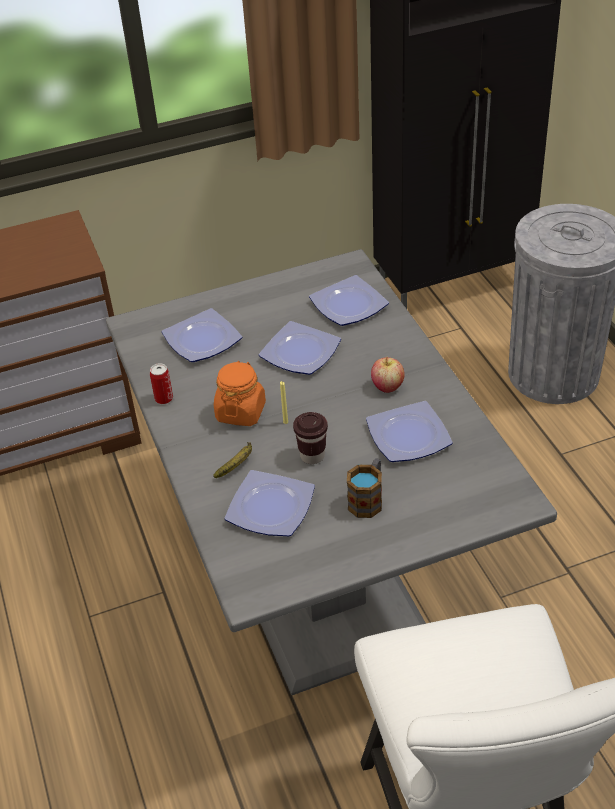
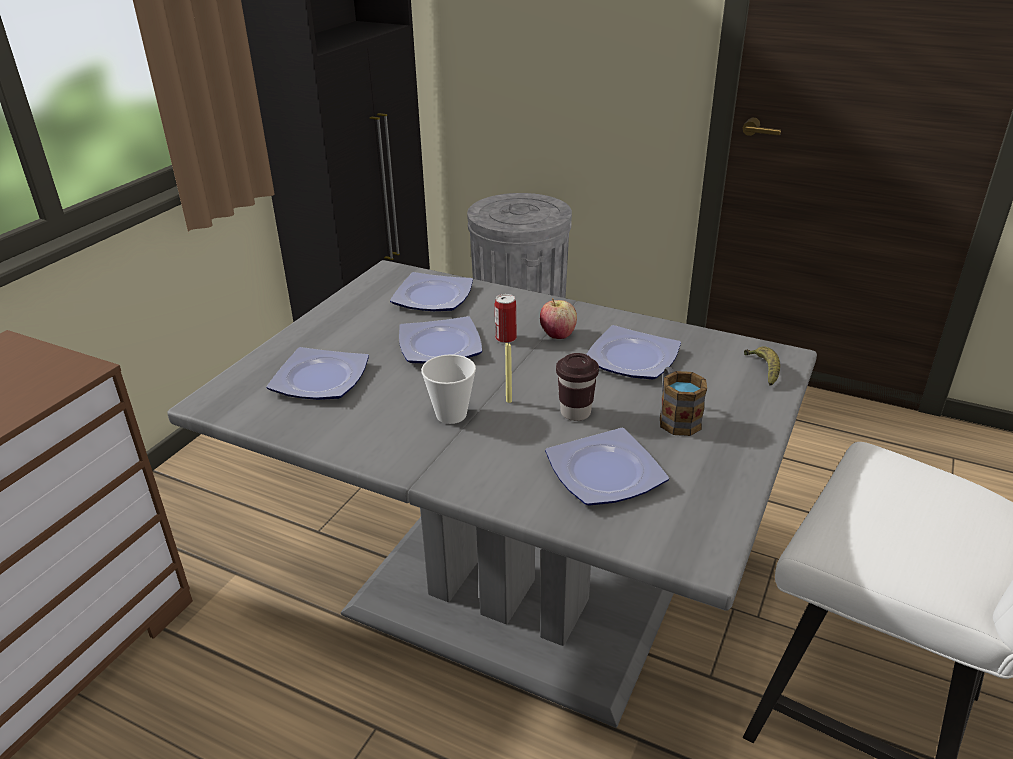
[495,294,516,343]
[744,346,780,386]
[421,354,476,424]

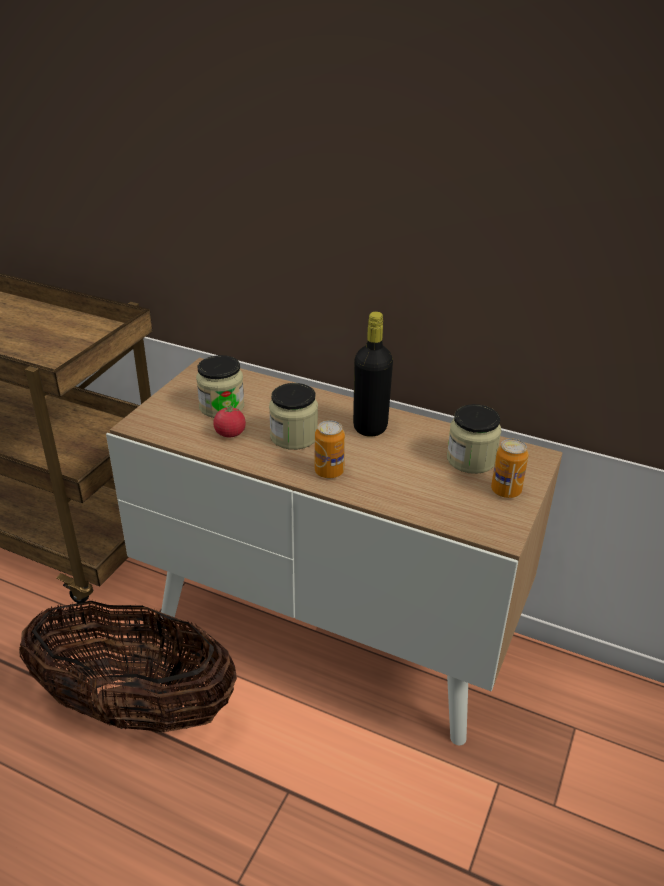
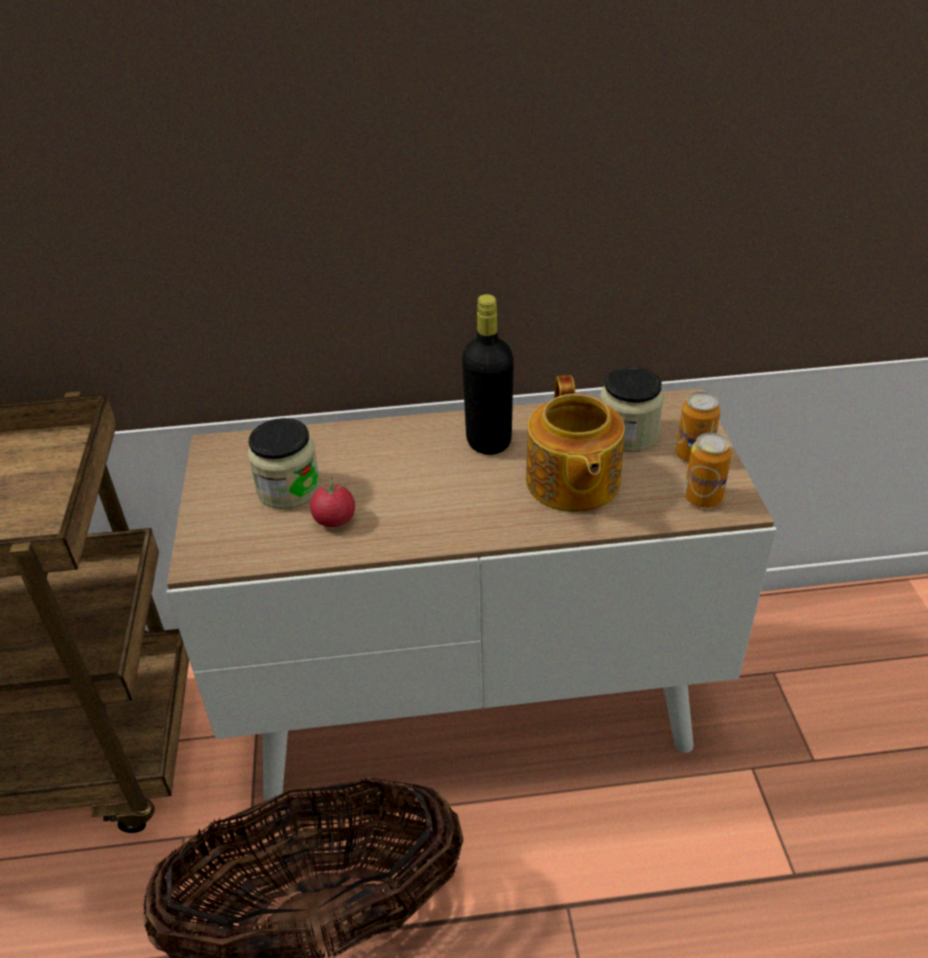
[269,383,318,450] (first image)
[684,433,732,508]
[526,375,625,512]

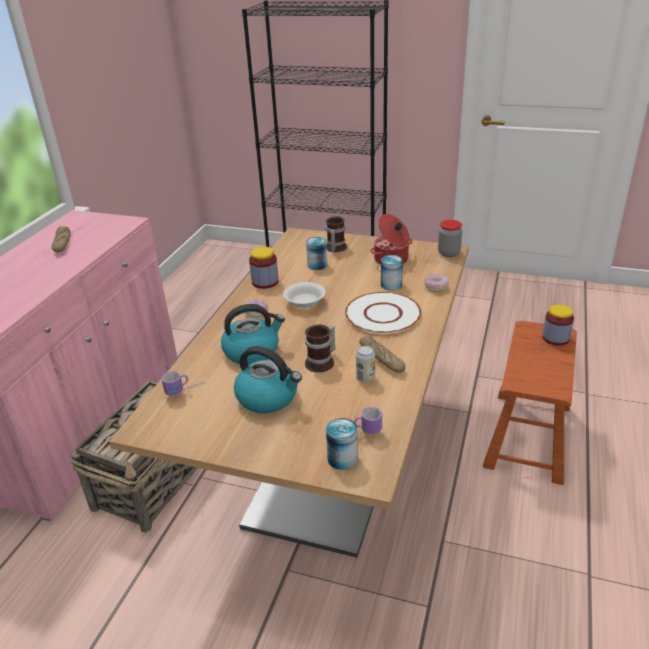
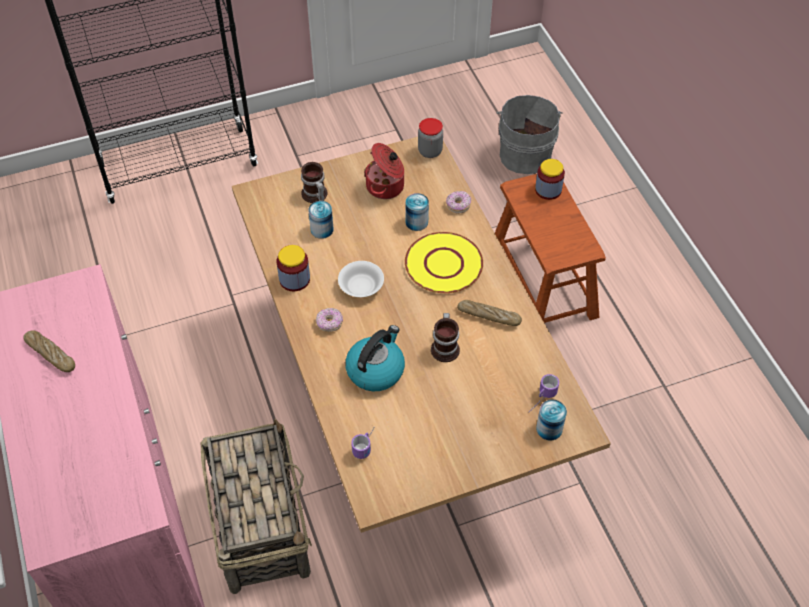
[234,346,302,413] (first image)
[405,232,483,293]
[356,346,375,383] (first image)
[497,95,563,174]

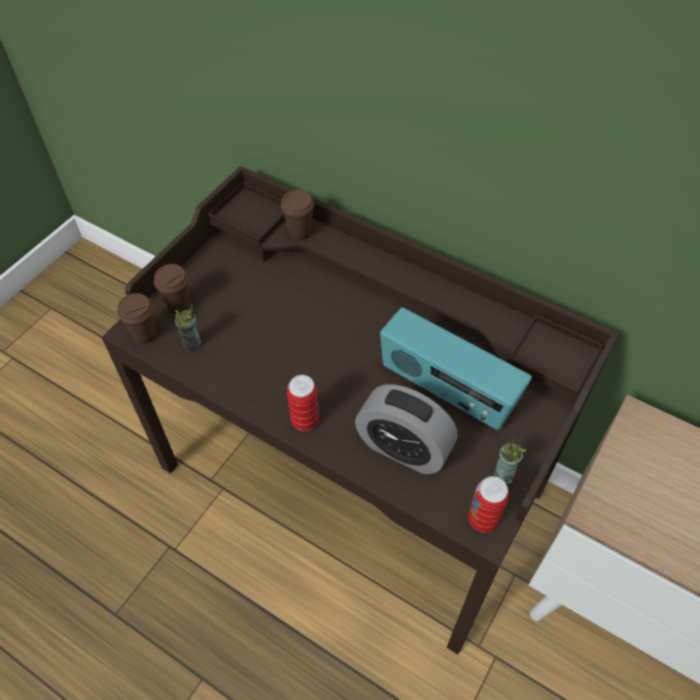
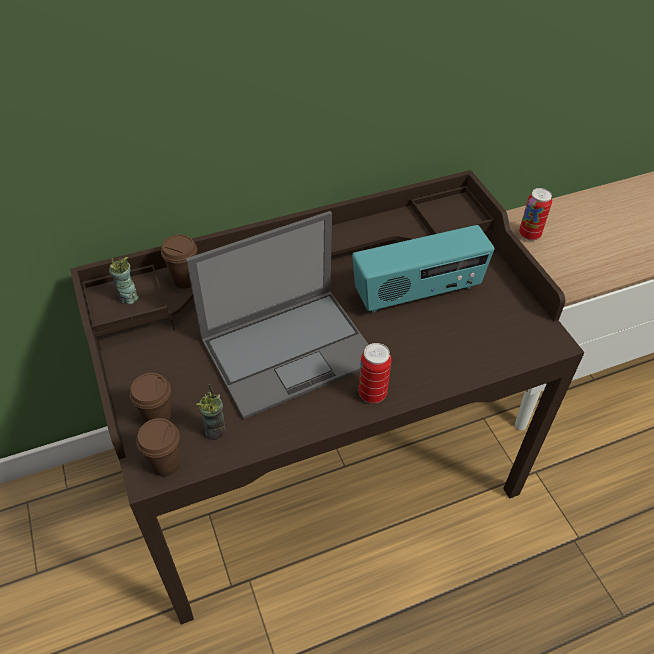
[355,384,458,474] (first image)
[519,188,552,241]
[109,257,139,304]
[186,211,369,419]

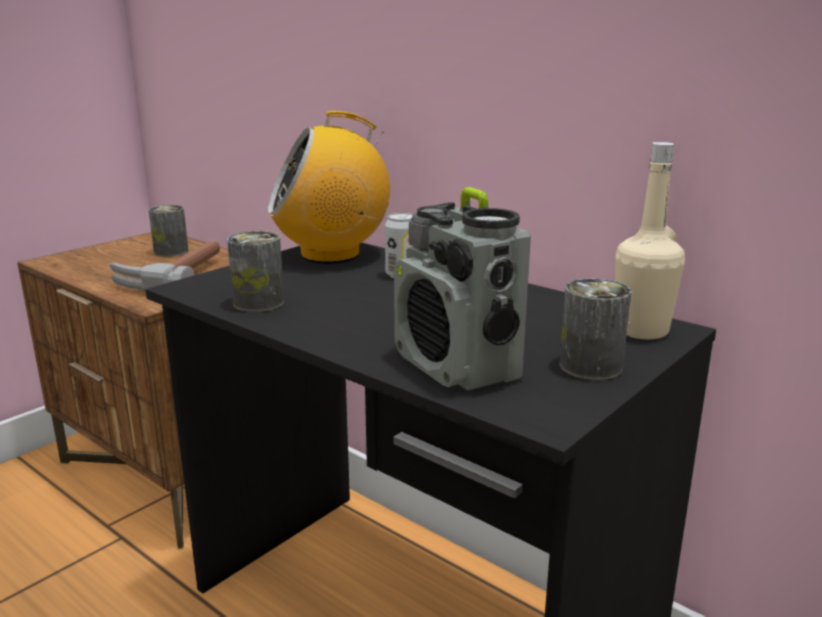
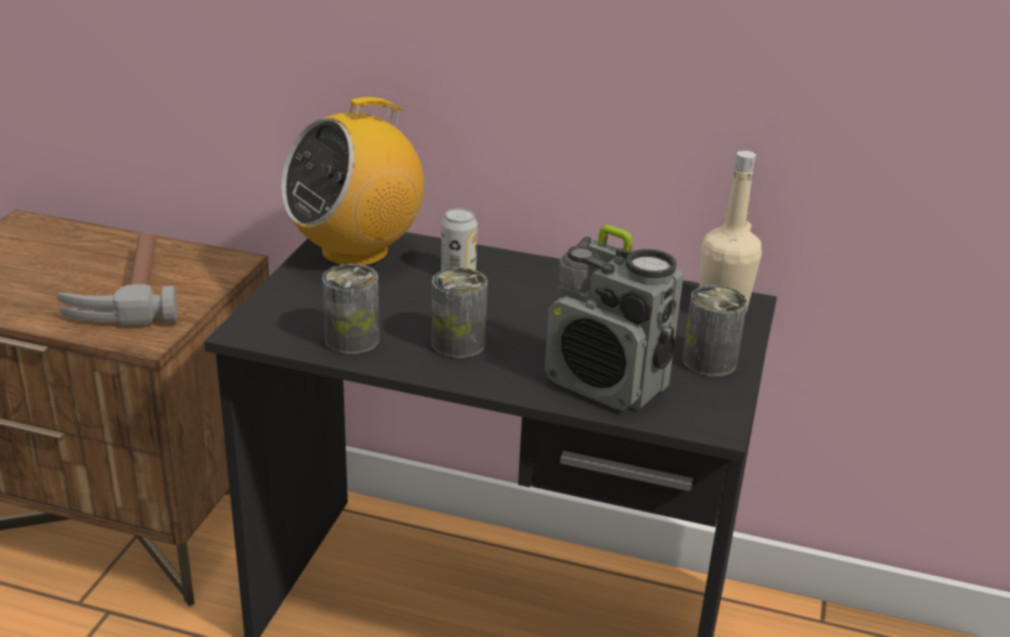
[432,268,488,358]

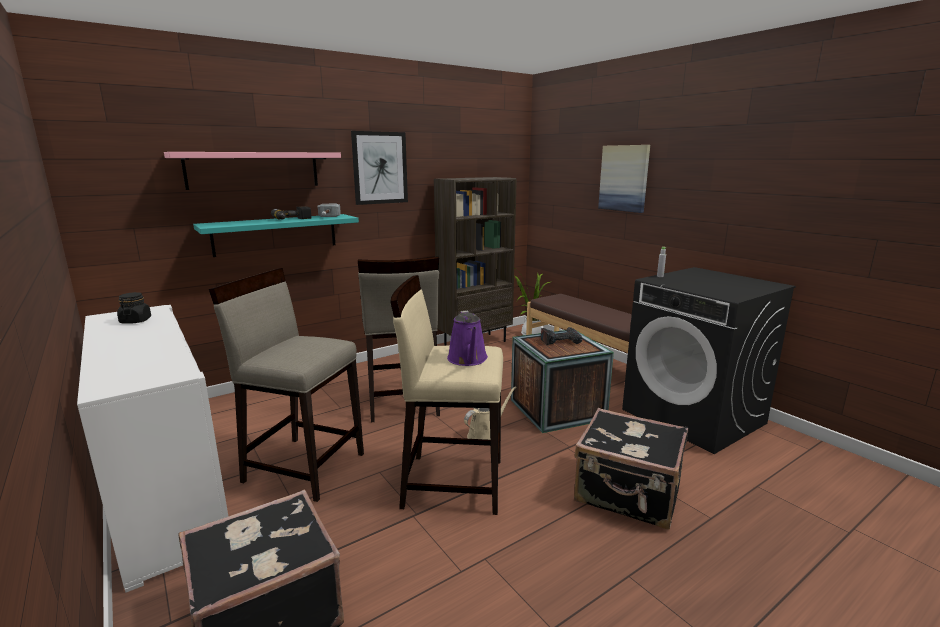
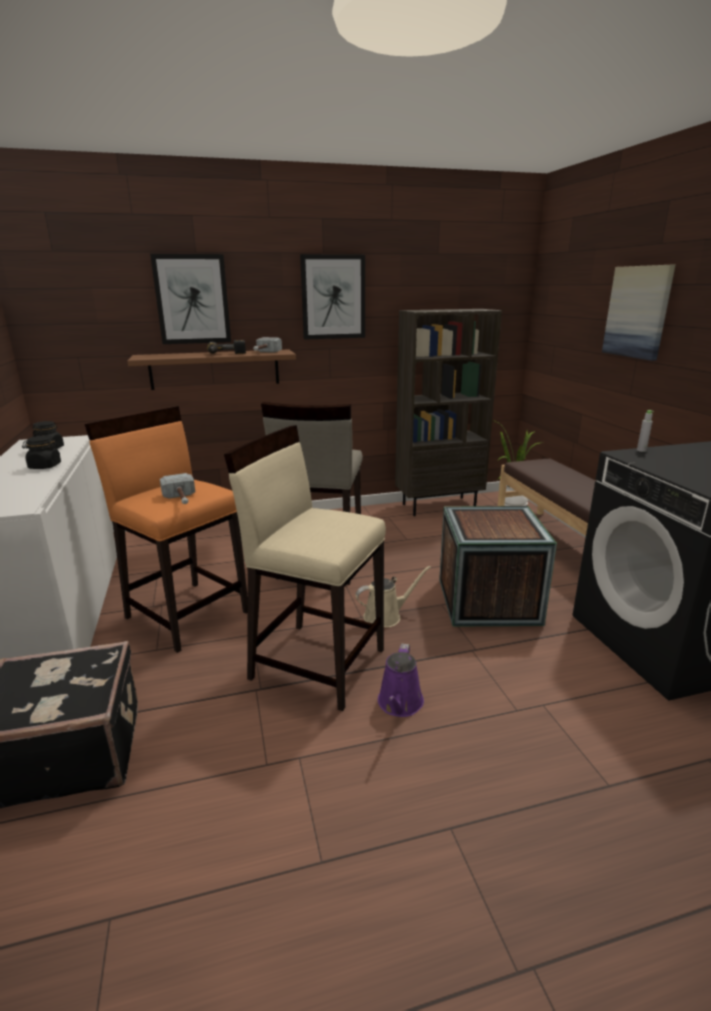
[150,254,231,344]
[127,349,296,390]
[85,406,248,653]
[378,644,424,717]
[541,327,582,345] (first image)
[574,408,688,530] (first image)
[22,436,61,469]
[160,473,195,504]

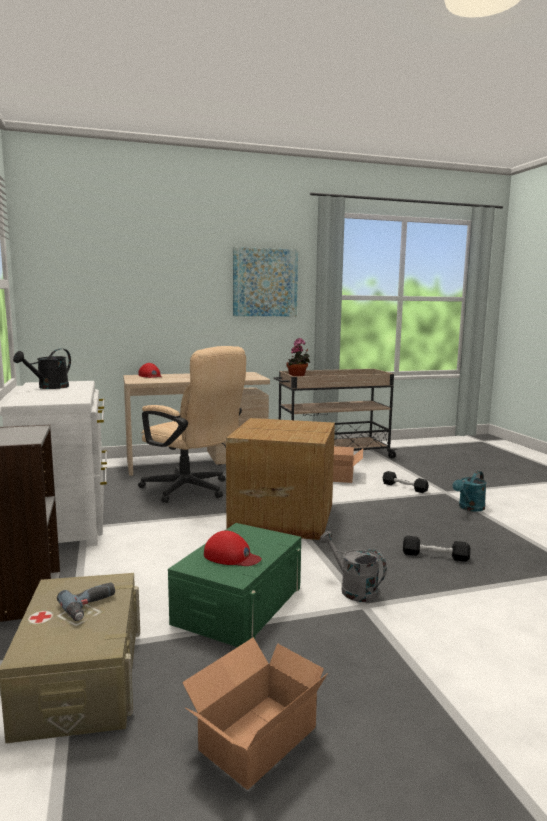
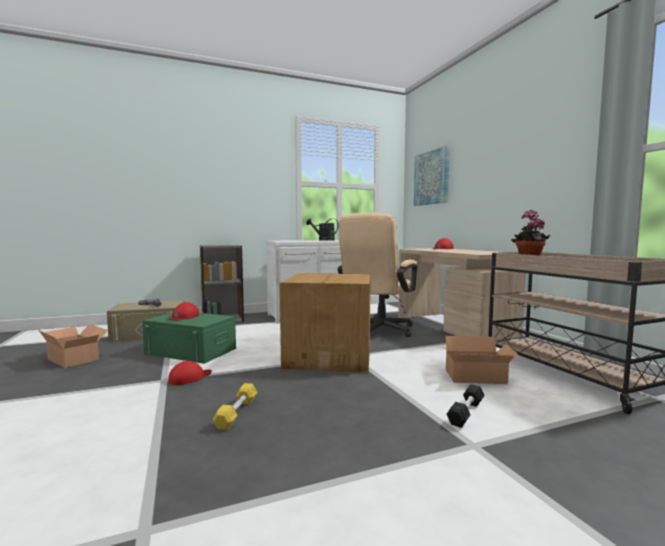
[414,145,450,206]
[168,361,212,385]
[213,383,257,430]
[453,471,487,511] (first image)

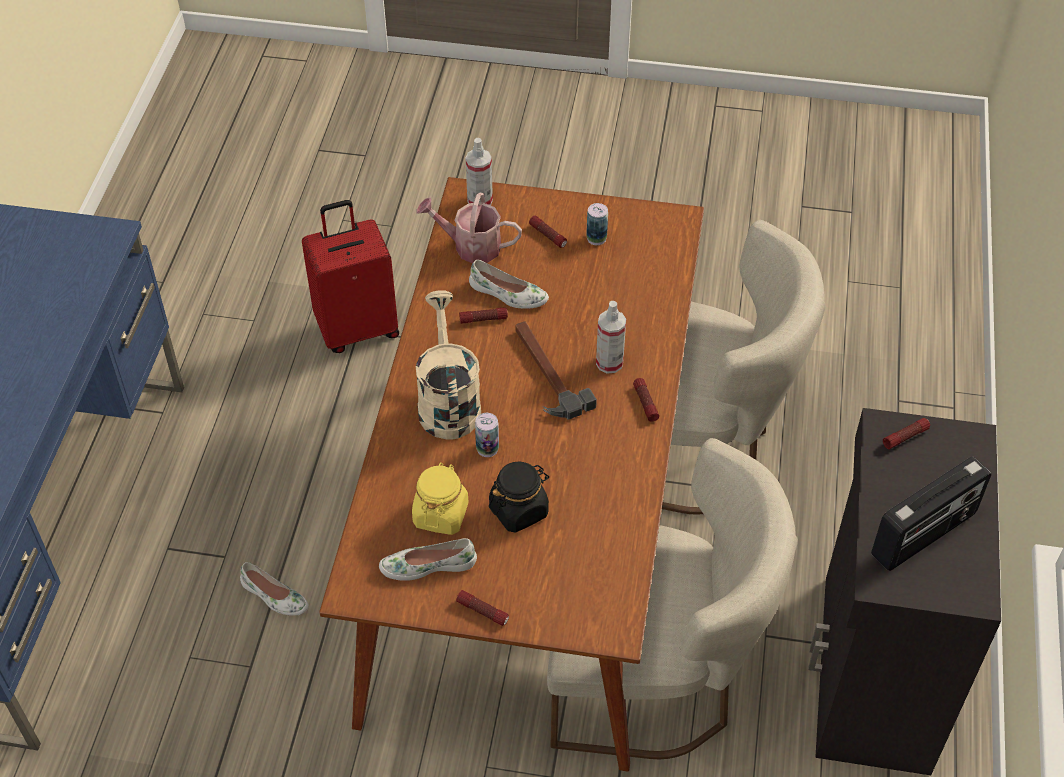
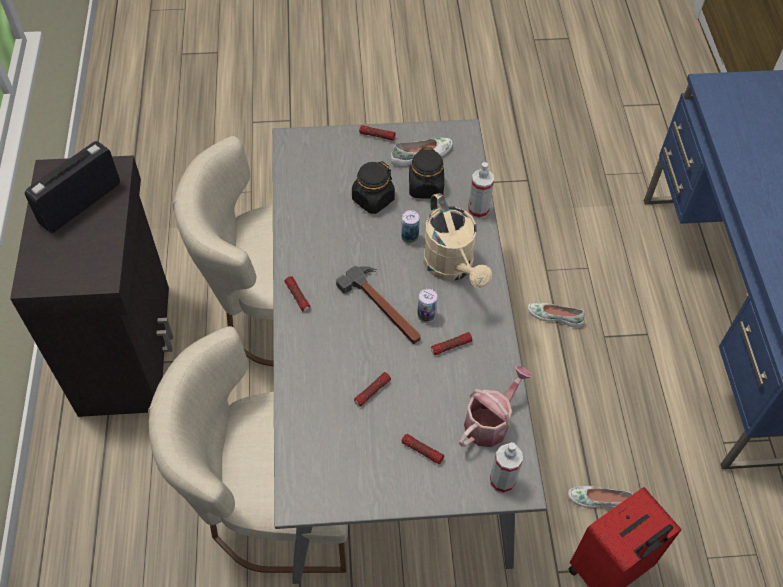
[272,119,547,584]
[409,147,444,198]
[459,365,532,447]
[568,486,633,509]
[417,289,437,323]
[468,162,494,219]
[354,372,391,406]

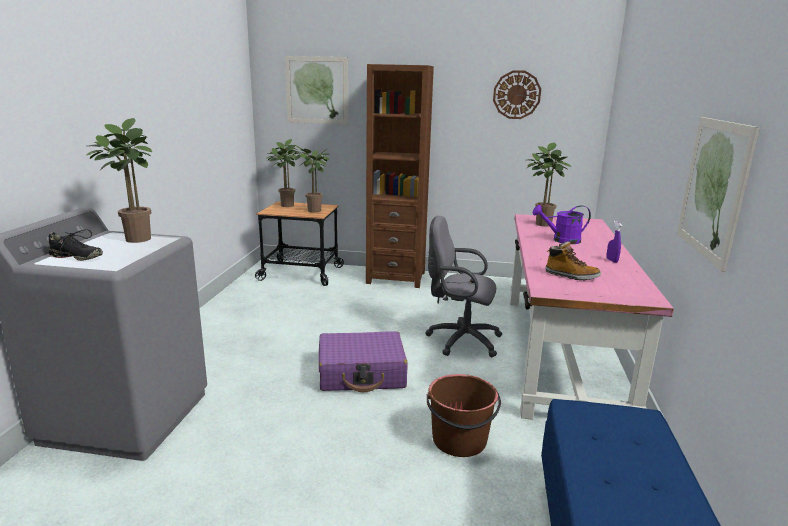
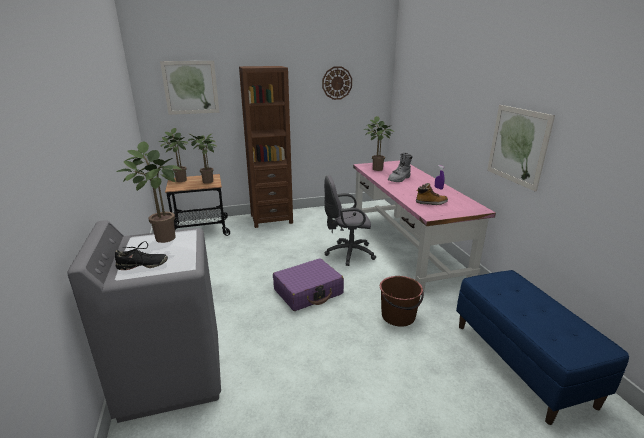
[388,152,413,182]

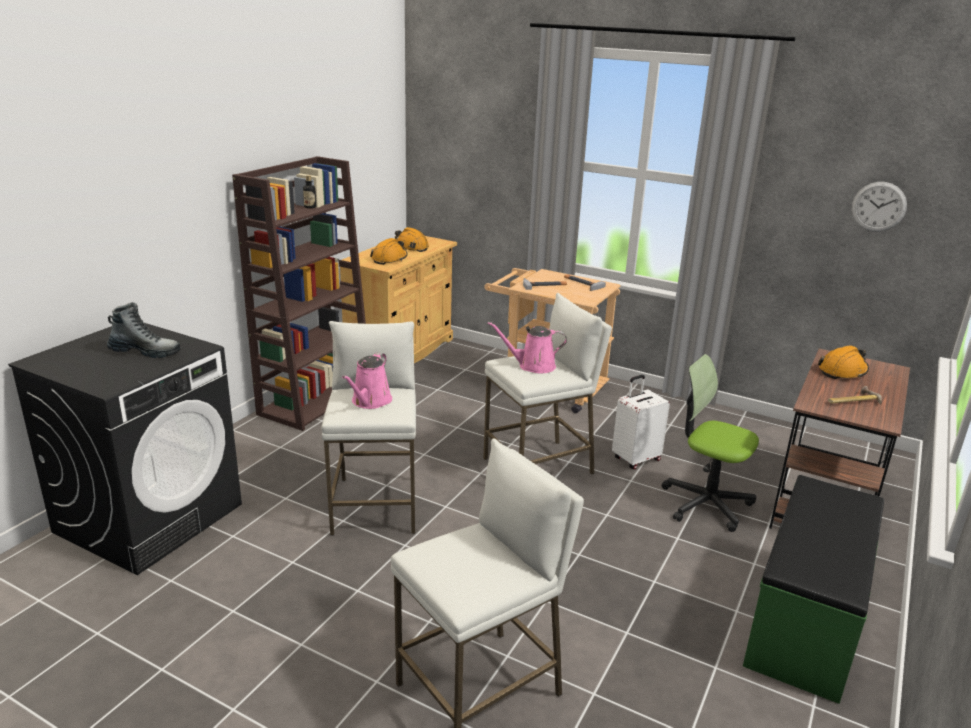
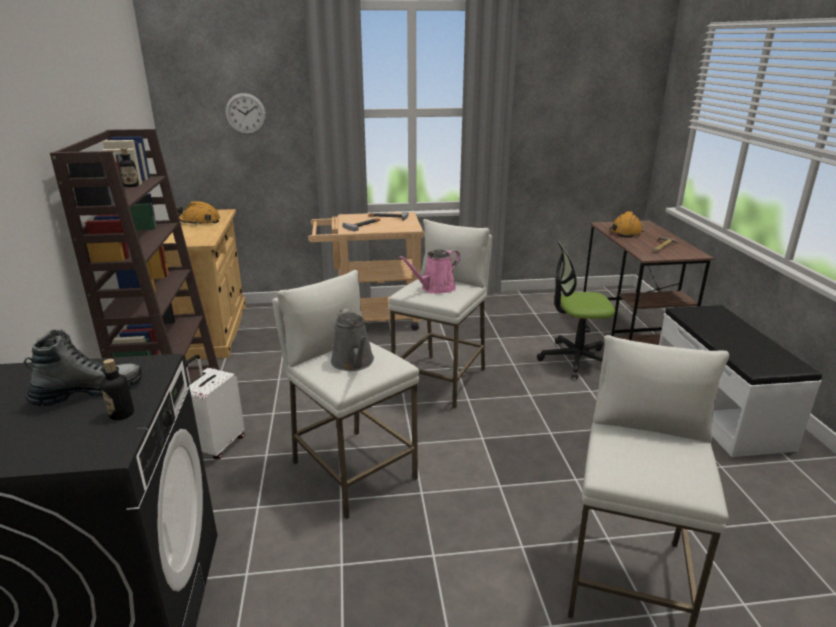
[331,308,374,371]
[370,238,408,265] (first image)
[185,354,245,460]
[659,305,822,457]
[225,93,266,135]
[101,359,134,420]

